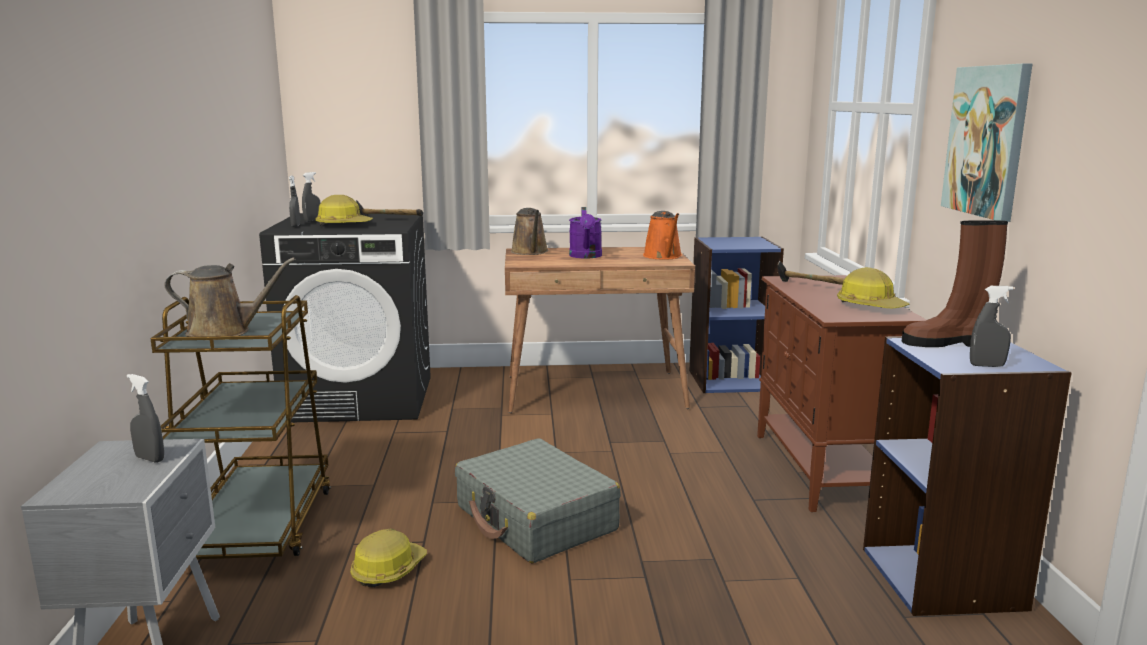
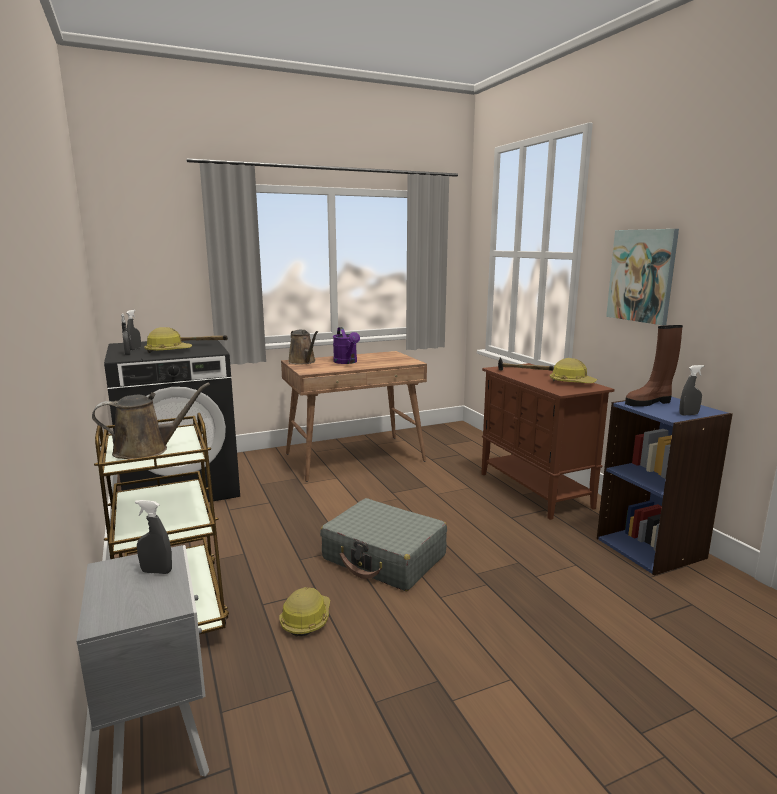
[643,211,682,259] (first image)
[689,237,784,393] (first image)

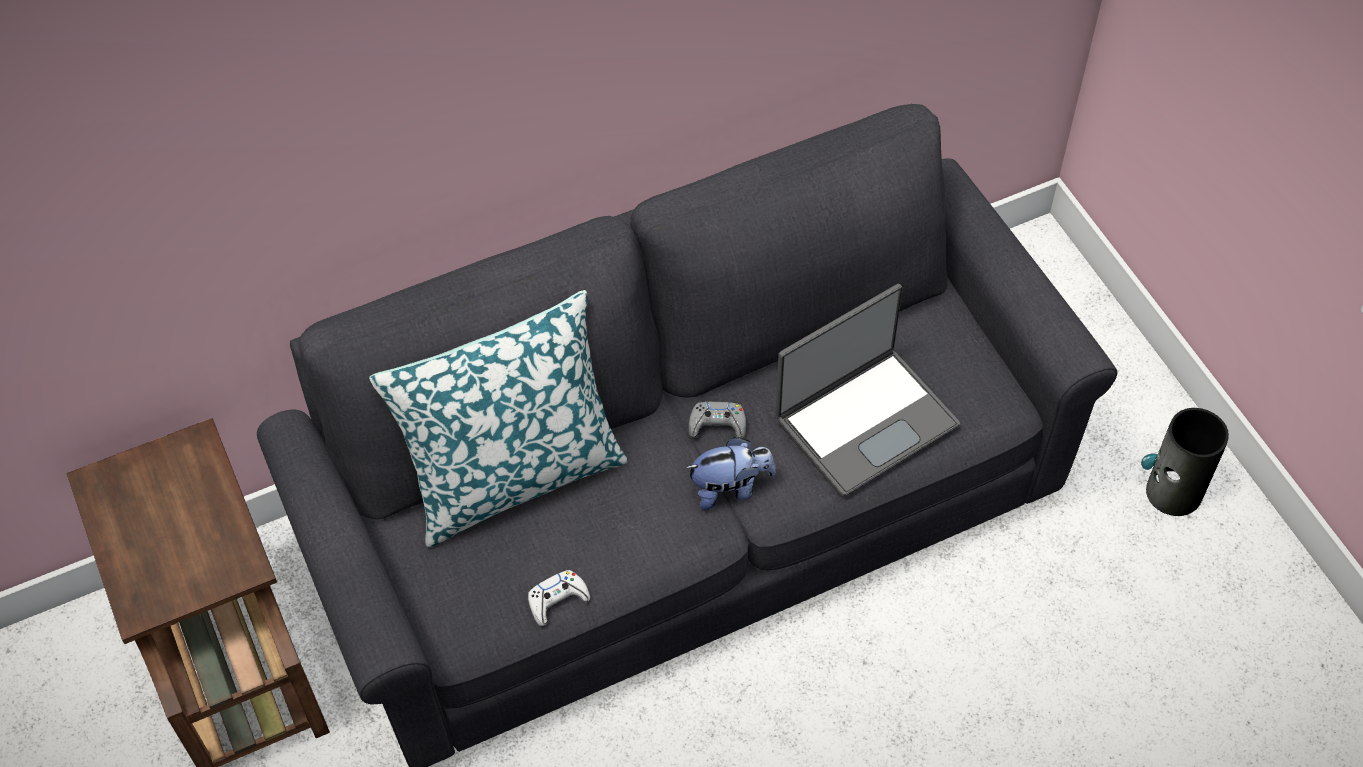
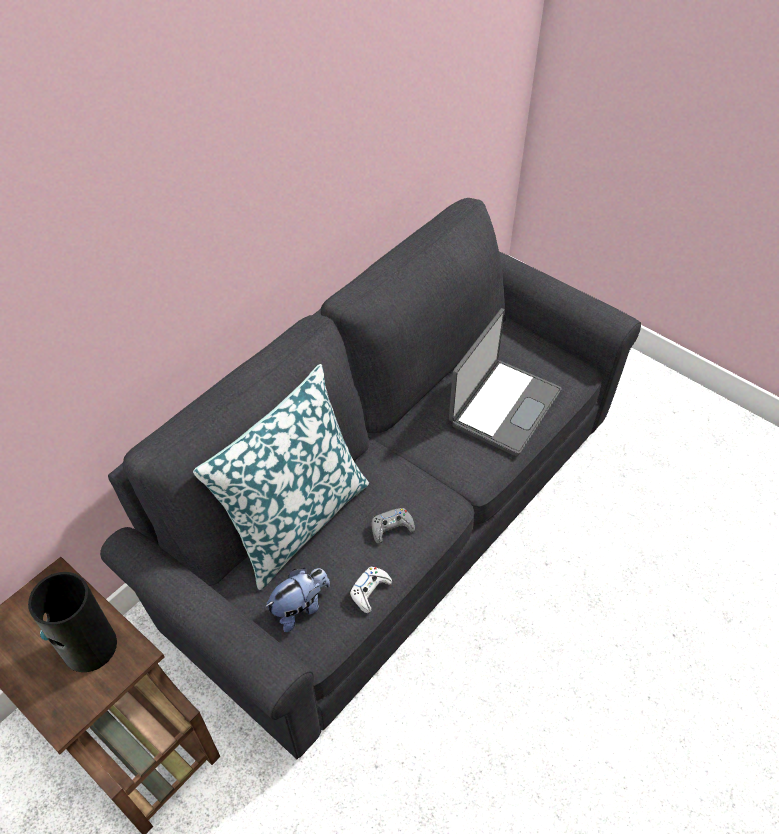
[265,568,330,632]
[371,508,415,544]
[28,572,117,672]

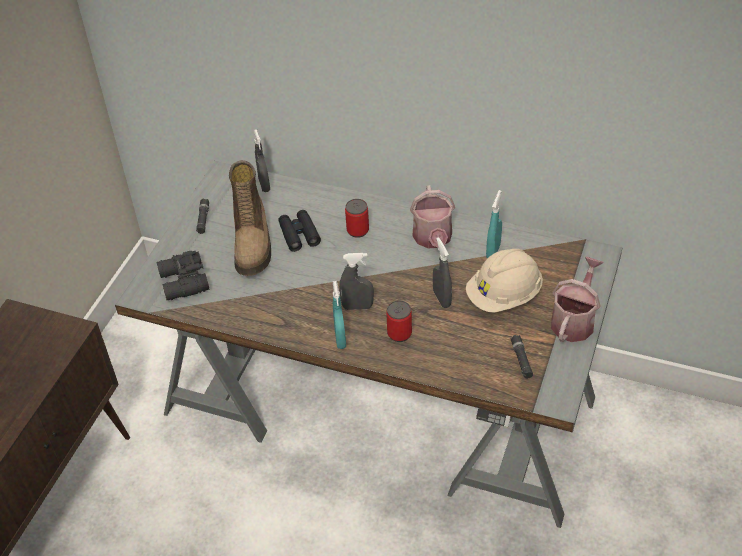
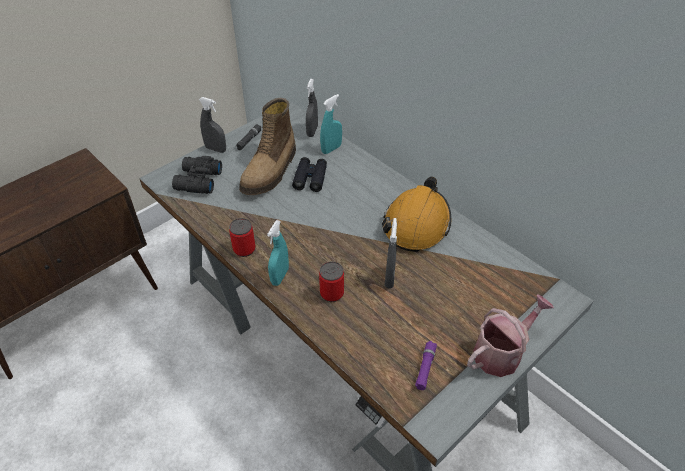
[199,97,226,153]
[229,218,256,257]
[382,177,451,252]
[466,249,543,312] (first image)
[320,94,342,154]
[415,341,437,390]

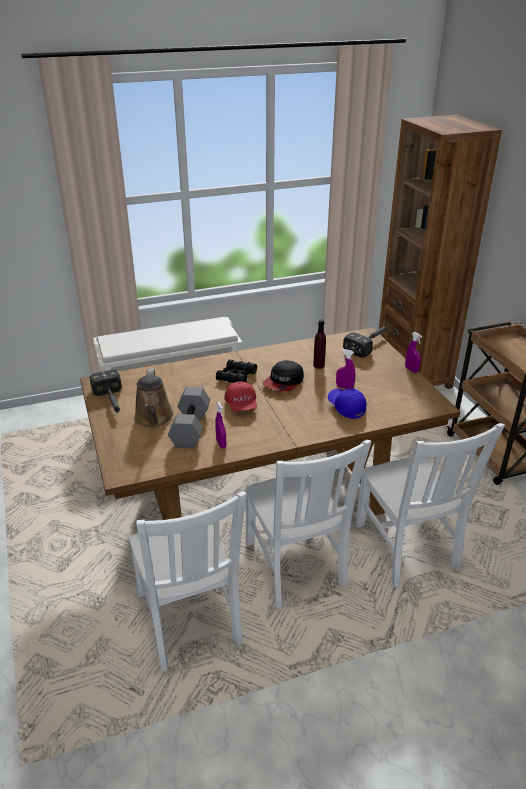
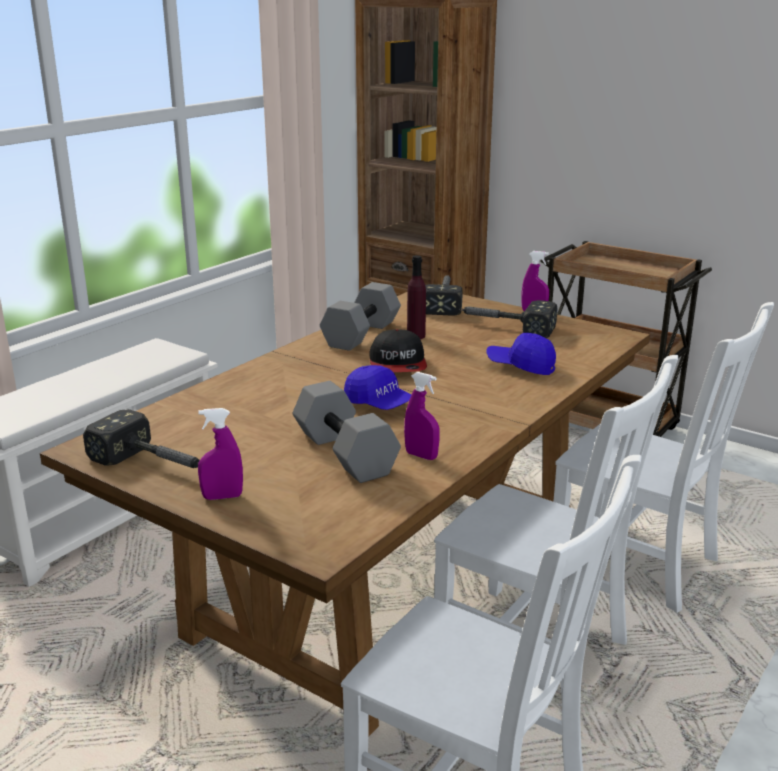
[134,369,174,427] (first image)
[216,360,257,383] (first image)
[344,365,412,410]
[198,408,243,500]
[320,282,401,351]
[459,300,558,338]

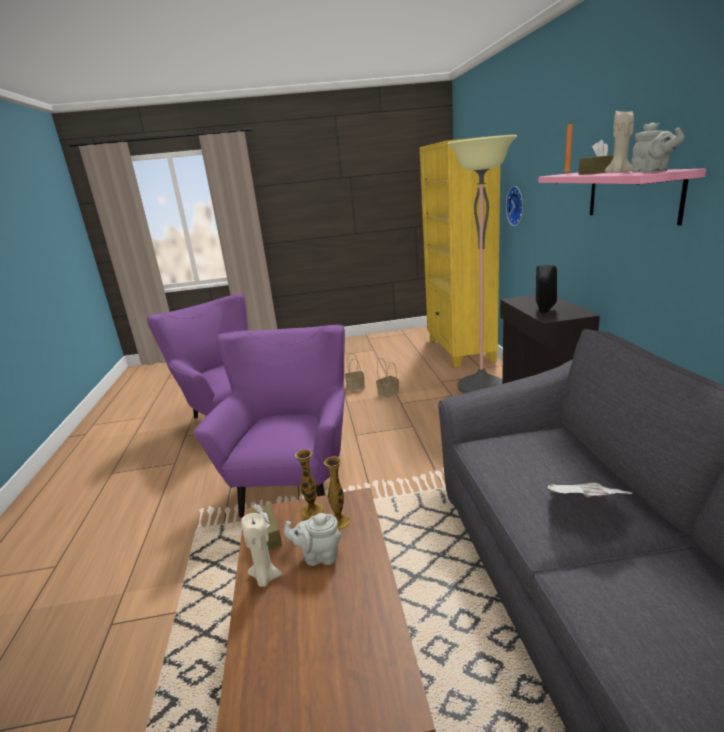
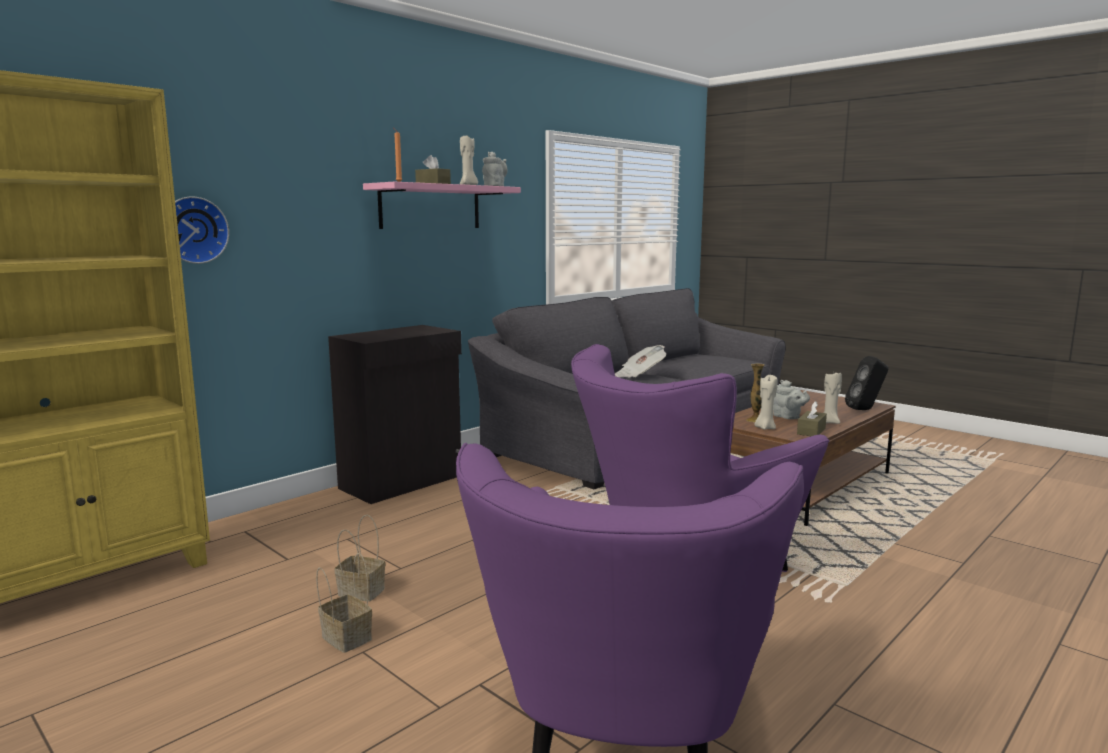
[754,375,777,430]
[447,135,517,394] (first image)
[845,356,888,410]

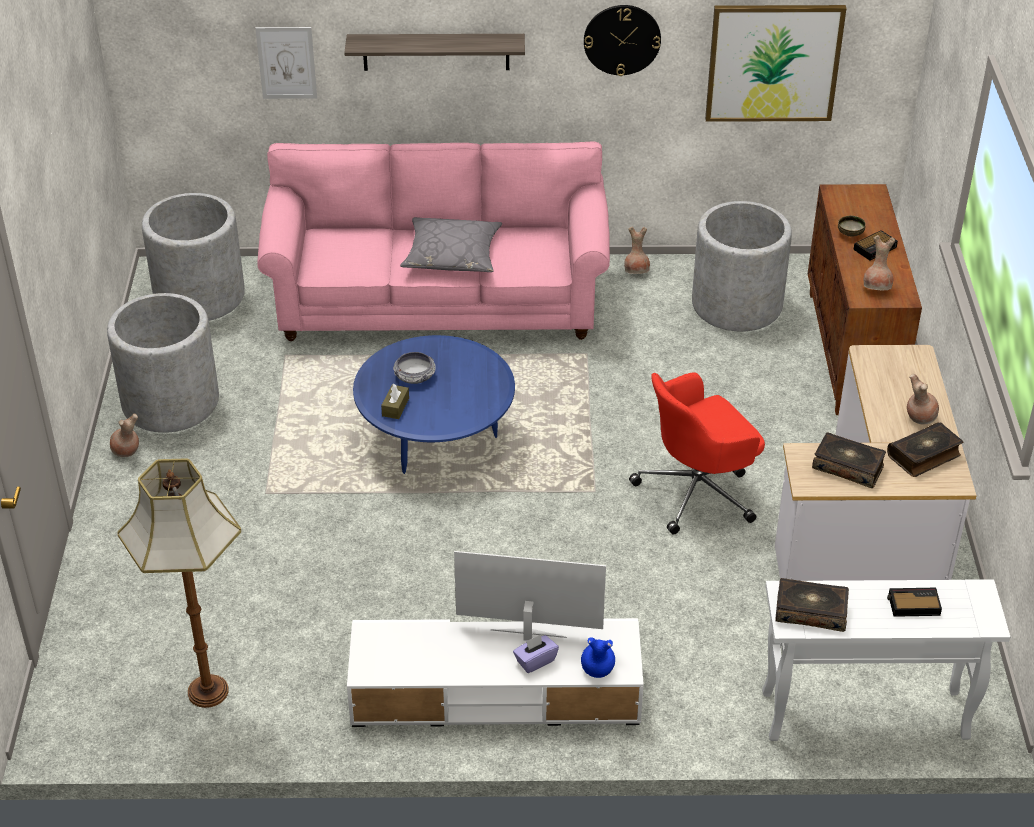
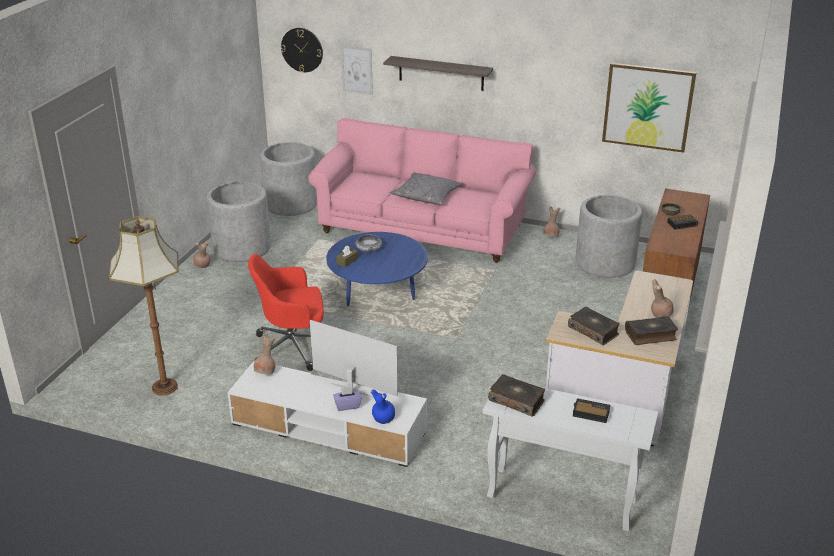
[281,28,323,72]
[248,254,324,371]
[254,333,275,375]

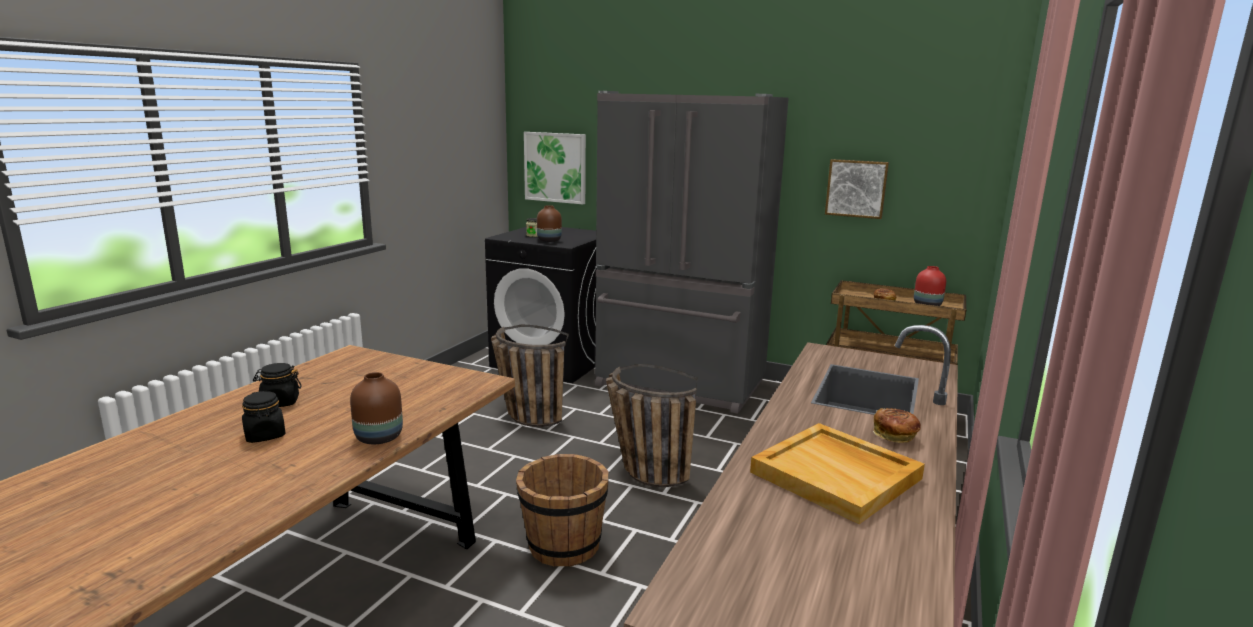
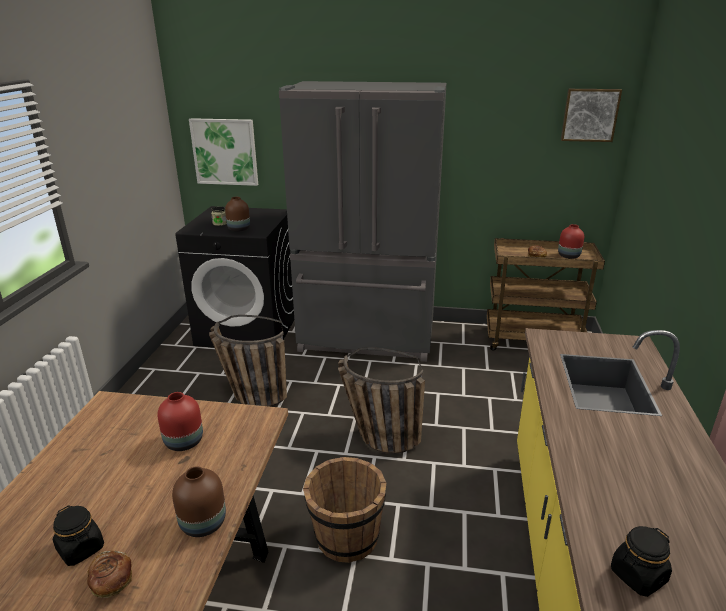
[611,526,672,597]
[750,423,925,524] (first image)
[561,89,622,142]
[87,551,132,598]
[157,392,203,451]

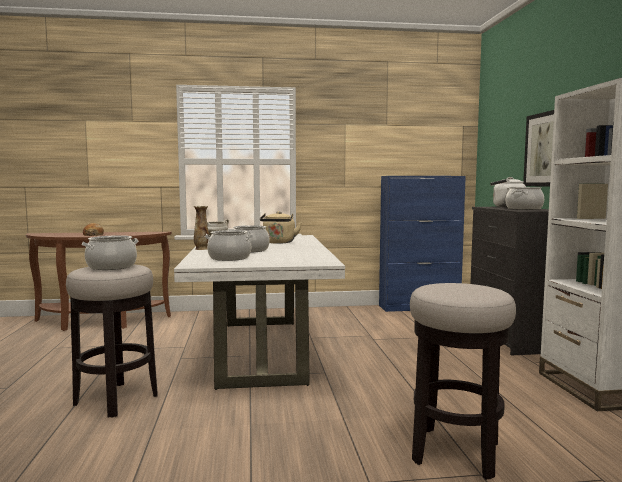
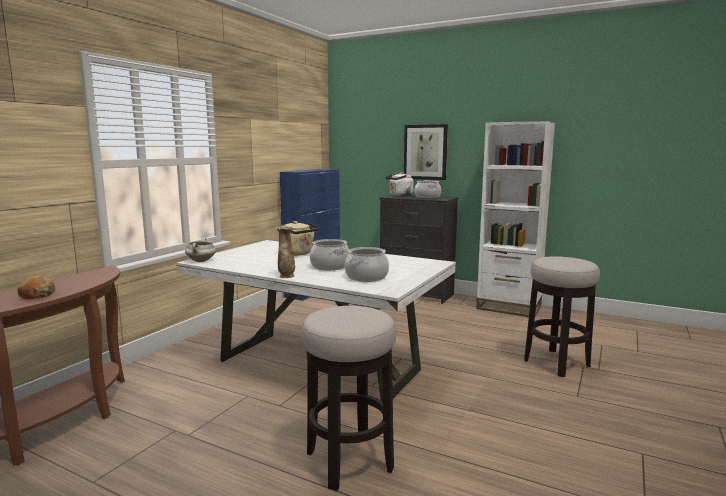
[81,235,138,270] (first image)

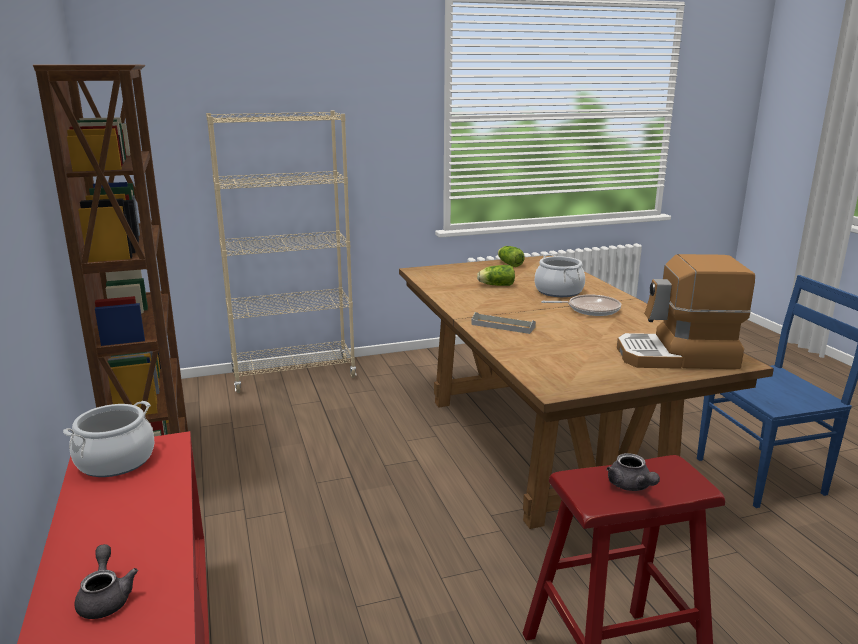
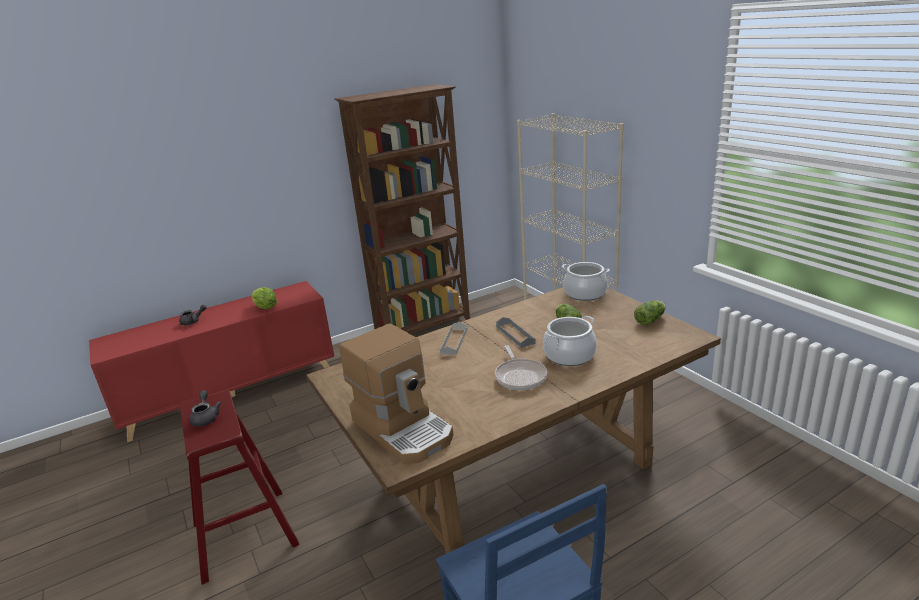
[562,262,610,301]
[189,390,221,427]
[339,324,454,464]
[252,287,277,309]
[496,317,536,348]

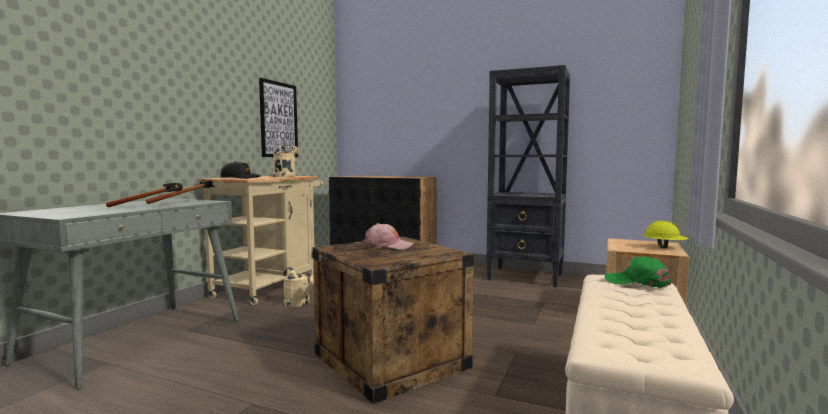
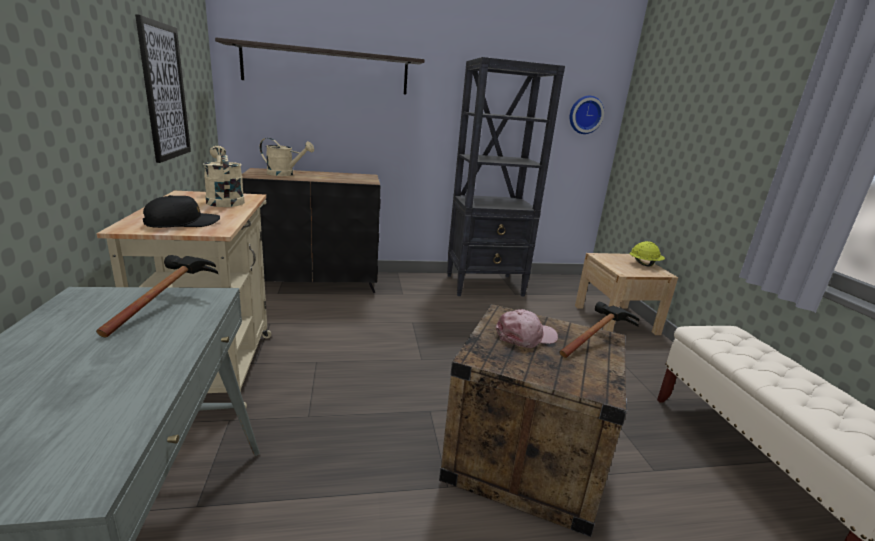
[560,302,639,358]
[260,138,314,176]
[605,257,671,288] (first image)
[215,37,425,94]
[570,96,604,134]

